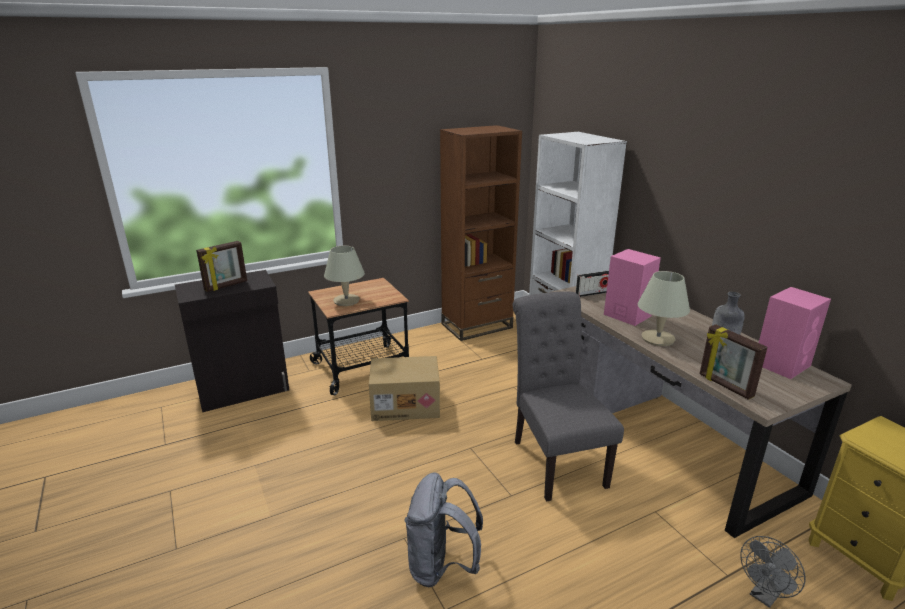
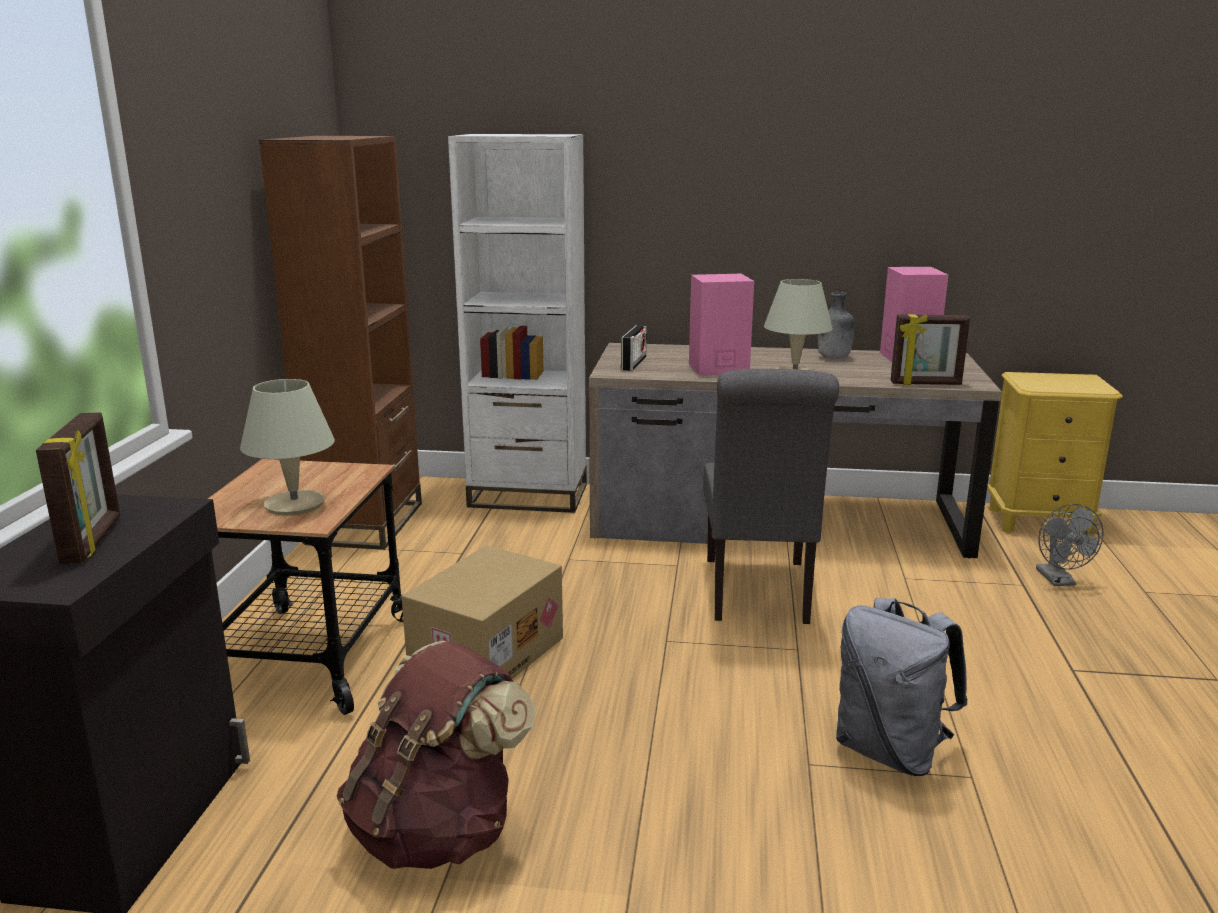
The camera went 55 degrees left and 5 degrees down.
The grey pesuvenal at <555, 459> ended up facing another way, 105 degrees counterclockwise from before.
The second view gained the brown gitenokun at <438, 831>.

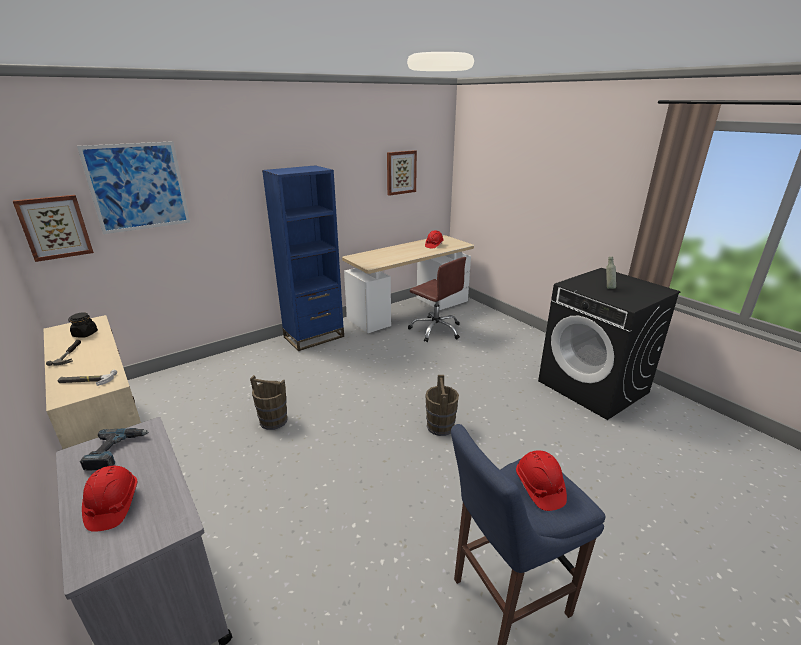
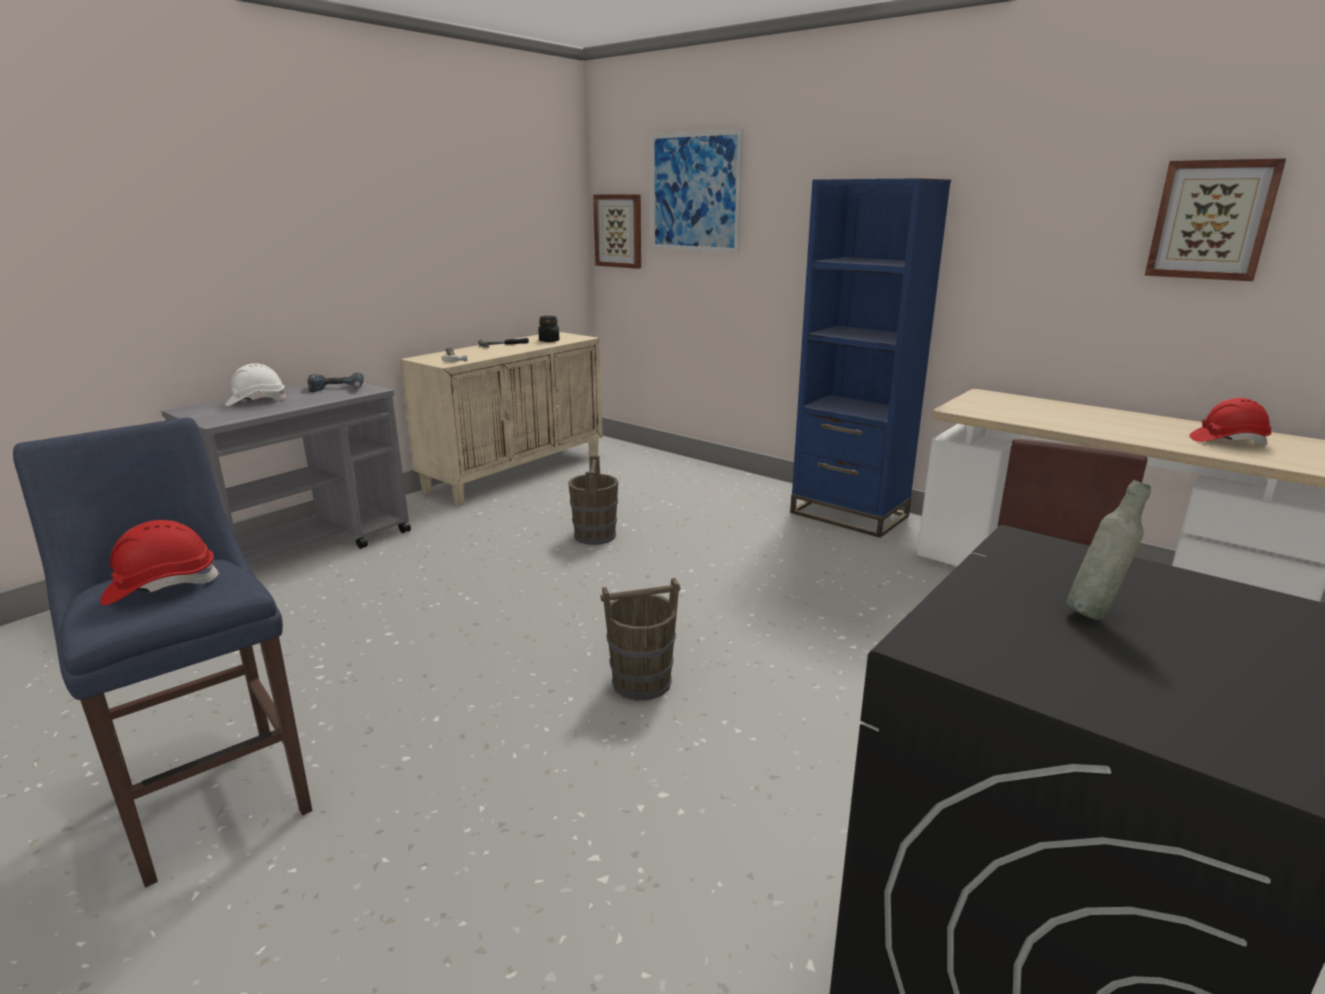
The camera went 75 degrees right and 5 degrees down.
What was the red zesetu at <113, 506> turned into the white zesetu at <256, 401>.

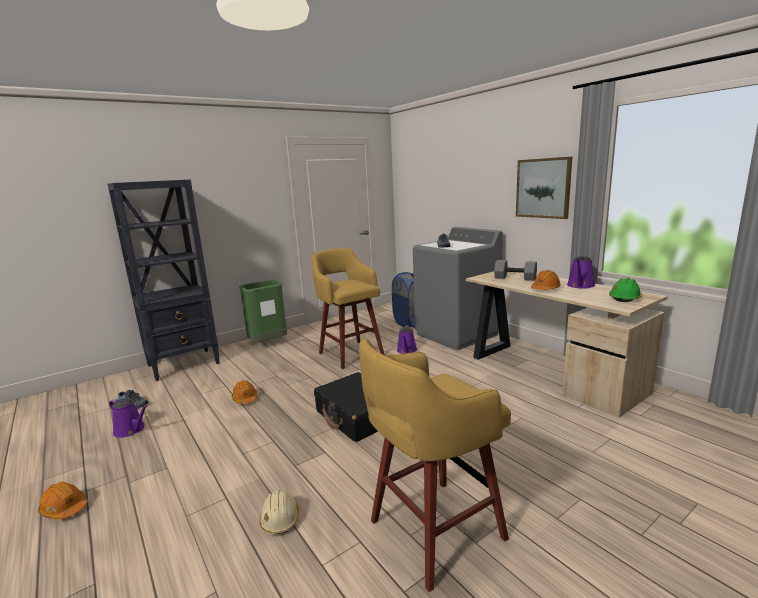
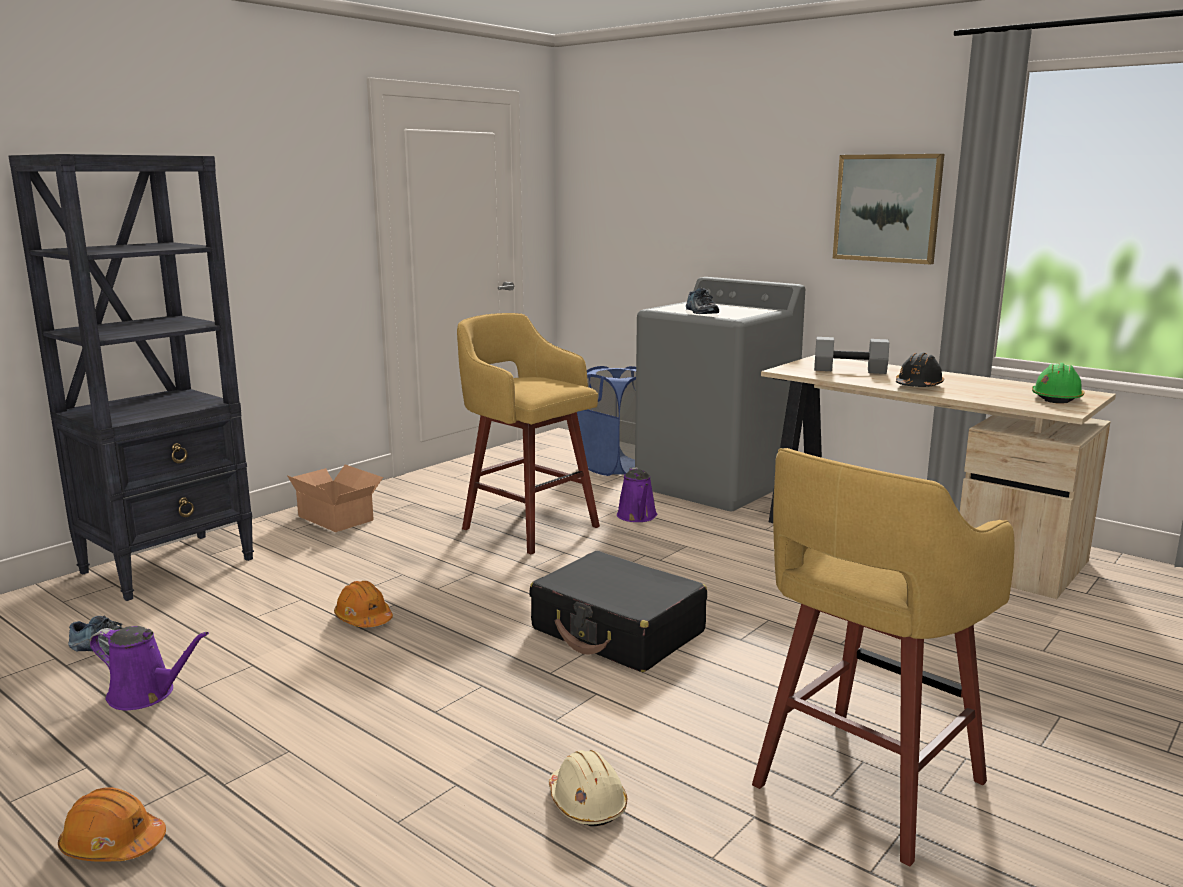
The camera went 15 degrees left and 0 degrees up.
Where the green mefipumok stood at <268, 344>, the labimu came to stand at <337, 517>.
What was the orange zesetu at <545, 289> turned into the black zesetu at <918, 386>.
The second view lost the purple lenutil at <580, 286>.

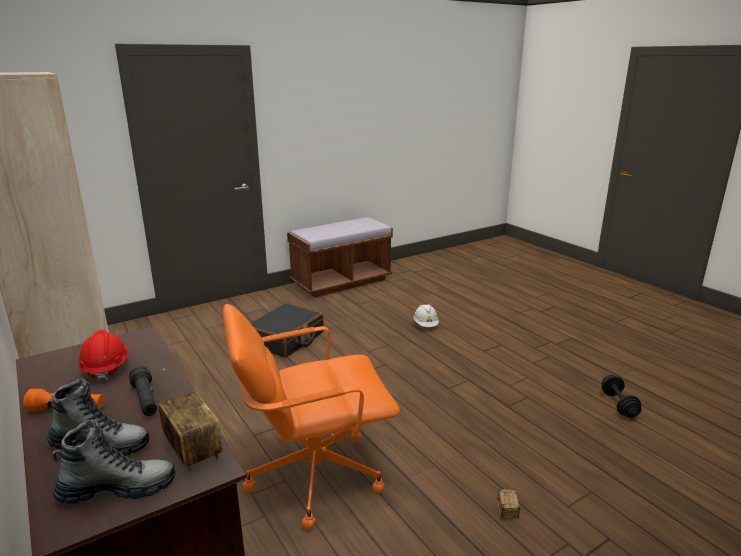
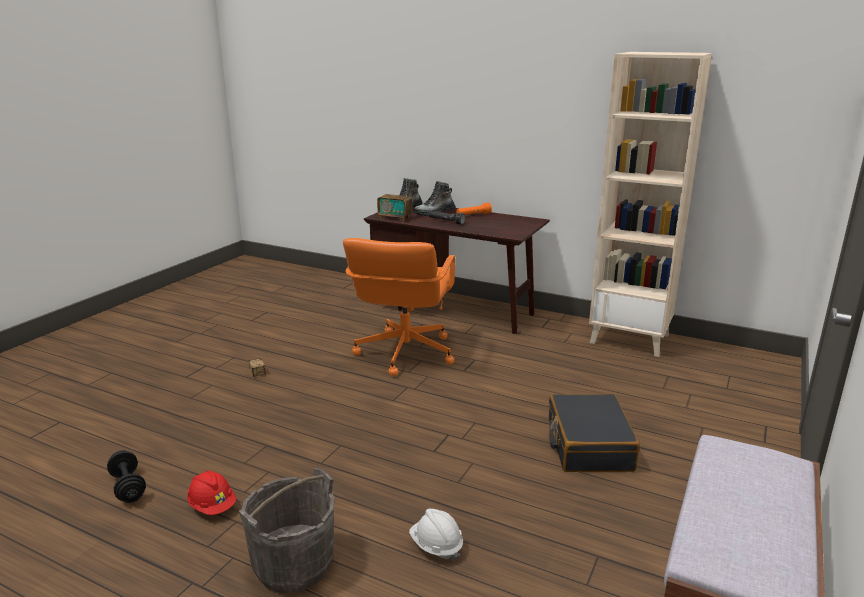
The camera went 150 degrees right and 0 degrees up.
The red zesetu ended up elsewhere, having gone from <106, 368> to <212, 506>.
The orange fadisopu at <313, 474> ended up facing another way, 150 degrees clockwise from before.
The second view gained the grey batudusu at <294, 564>.

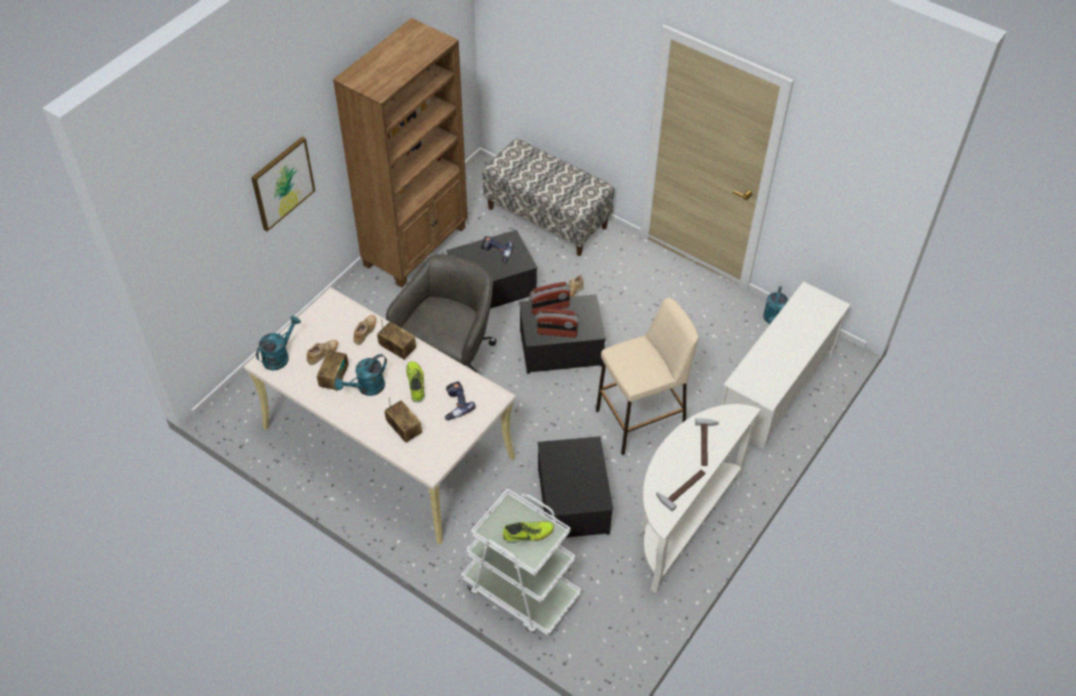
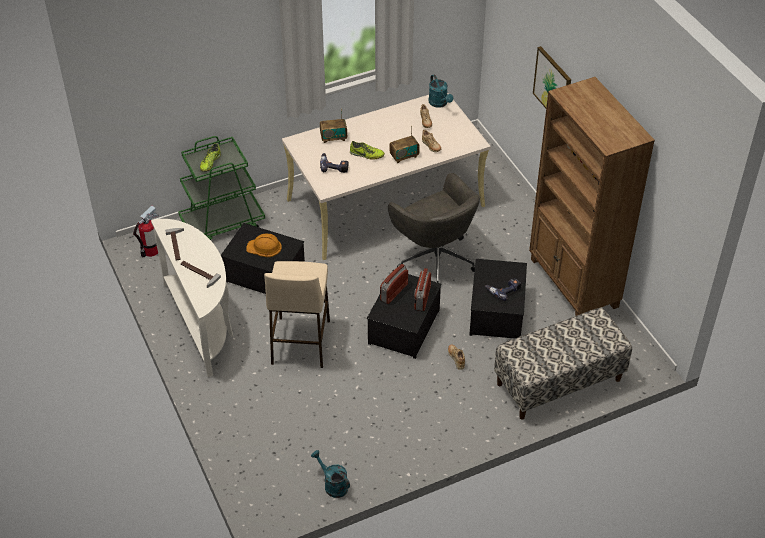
The camera went 120 degrees right and 5 degrees down.
The second view lost the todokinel at <334, 378>.
The second view lost the turquoise lenutil at <367, 388>.
What was the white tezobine at <520, 591> turned into the green tezobine at <223, 223>.
The second view lost the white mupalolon at <776, 387>.
The second view gained the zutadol at <151, 251>.
The second view gained the orange zesetu at <264, 247>.

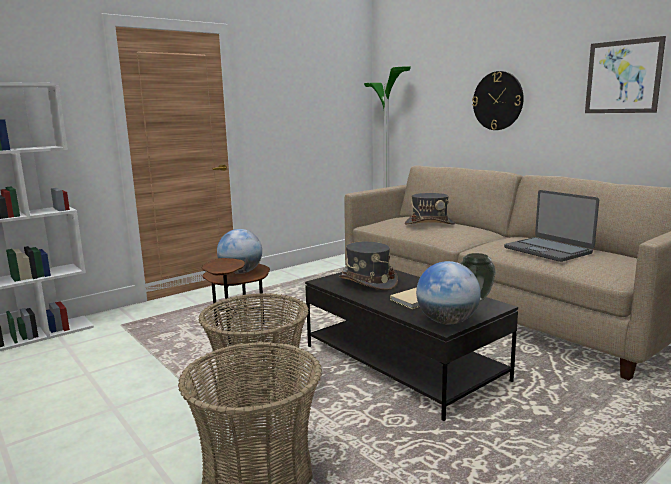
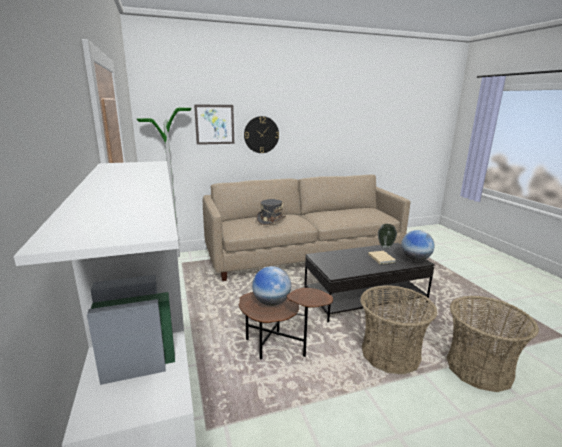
The camera went 70 degrees left and 5 degrees up.
The second view lost the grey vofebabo at <367, 282>.
The second view lost the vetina at <548, 250>.
The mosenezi ended up elsewhere, having gone from <623, 77> to <214, 124>.

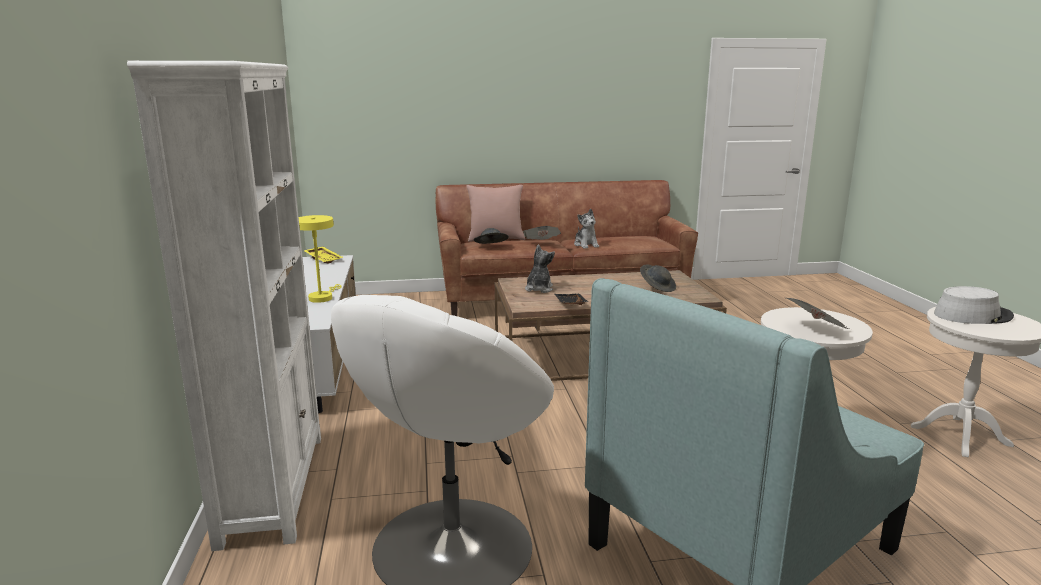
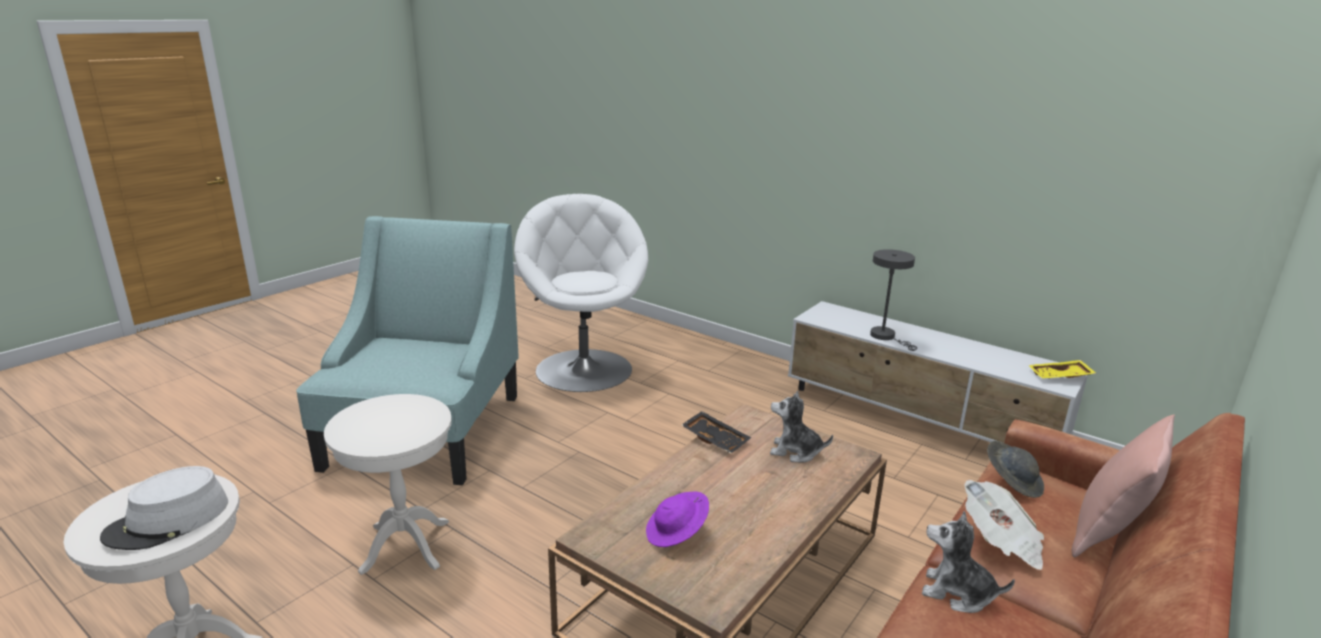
The camera went 135 degrees right and 5 degrees up.
The second view lost the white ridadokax at <273, 486>.
What was the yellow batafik at <322, 297> turned into the grey batafik at <886, 337>.
The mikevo at <538, 289> ended up facing another way, 135 degrees clockwise from before.
What was the grey vofebabo at <657, 287> turned into the purple vofebabo at <677, 533>.
The second view lost the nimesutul at <817, 330>.

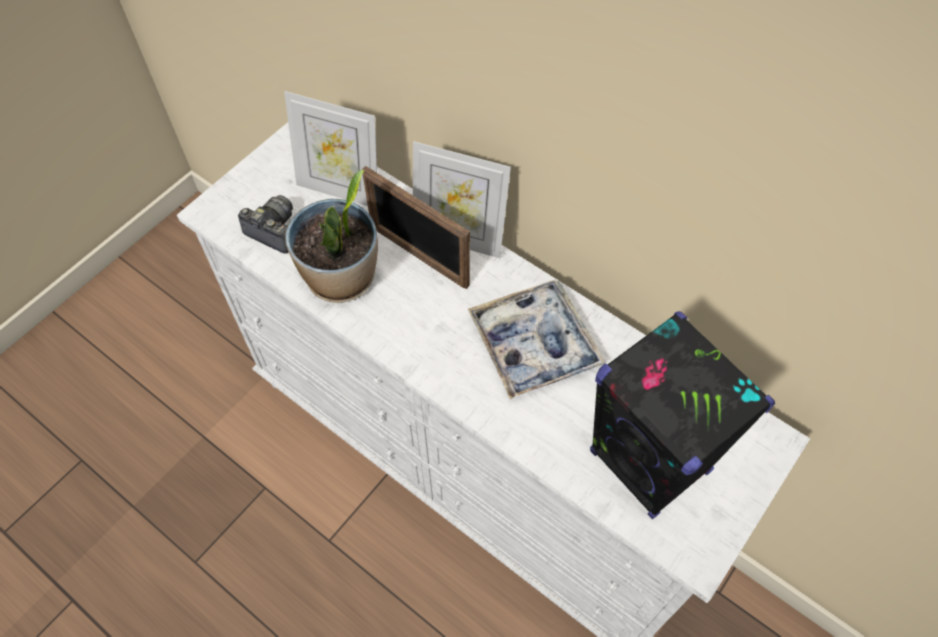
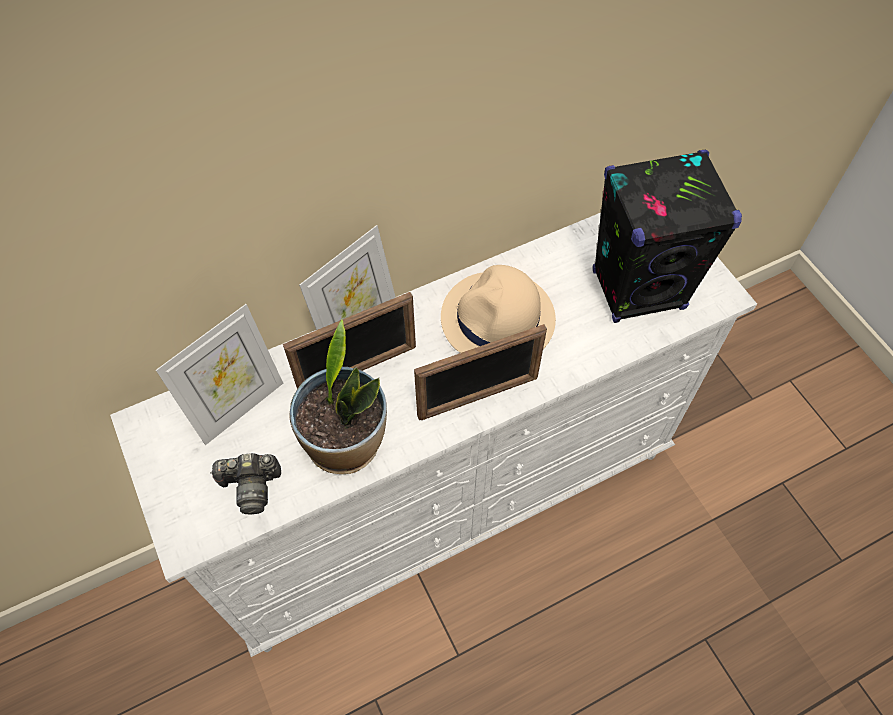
The camera went 65 degrees left and 0 degrees up.
The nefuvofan at <273, 231> ended up facing another way, 150 degrees counterclockwise from before.
Where the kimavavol stood at <534, 344>, the beige vofebabo came to stand at <498, 319>.
The second view gained the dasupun at <478, 397>.

